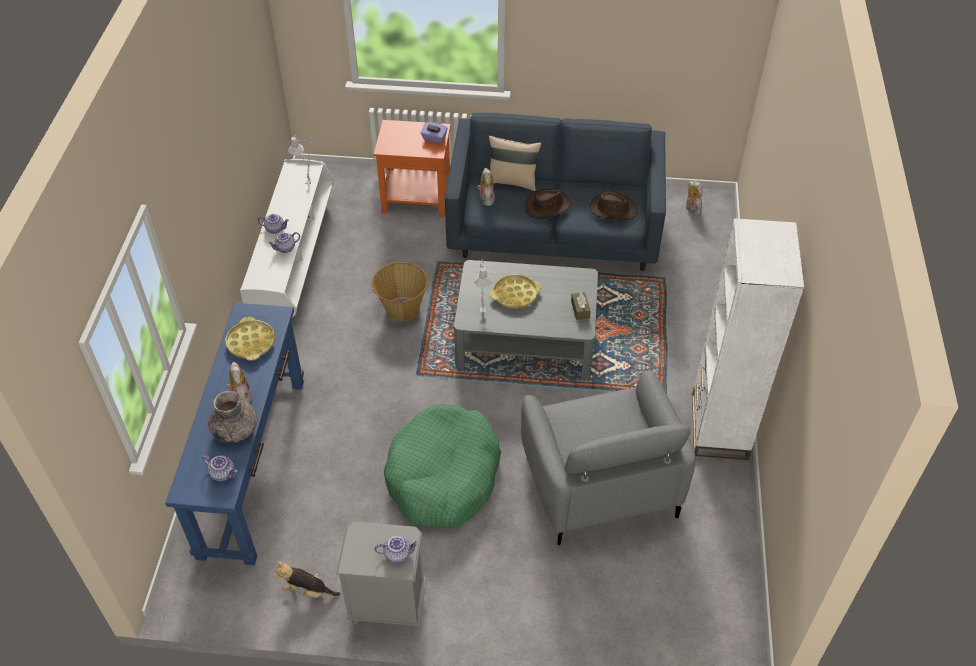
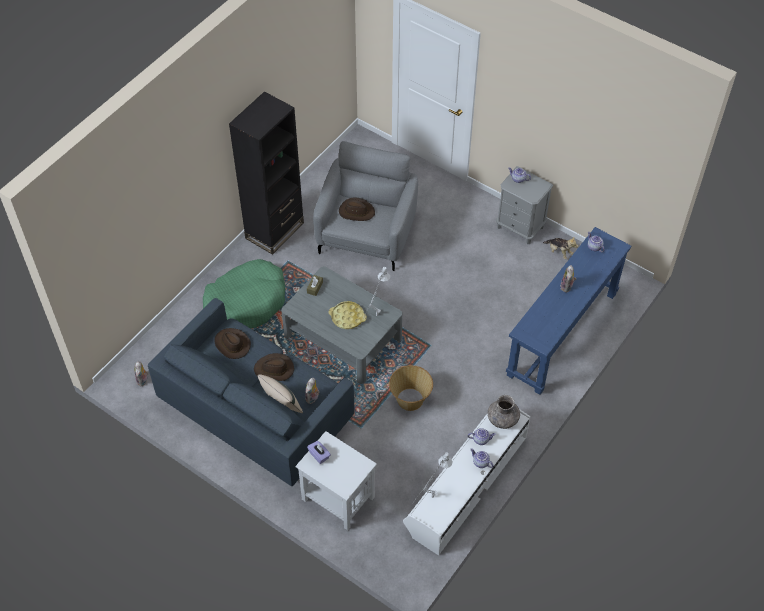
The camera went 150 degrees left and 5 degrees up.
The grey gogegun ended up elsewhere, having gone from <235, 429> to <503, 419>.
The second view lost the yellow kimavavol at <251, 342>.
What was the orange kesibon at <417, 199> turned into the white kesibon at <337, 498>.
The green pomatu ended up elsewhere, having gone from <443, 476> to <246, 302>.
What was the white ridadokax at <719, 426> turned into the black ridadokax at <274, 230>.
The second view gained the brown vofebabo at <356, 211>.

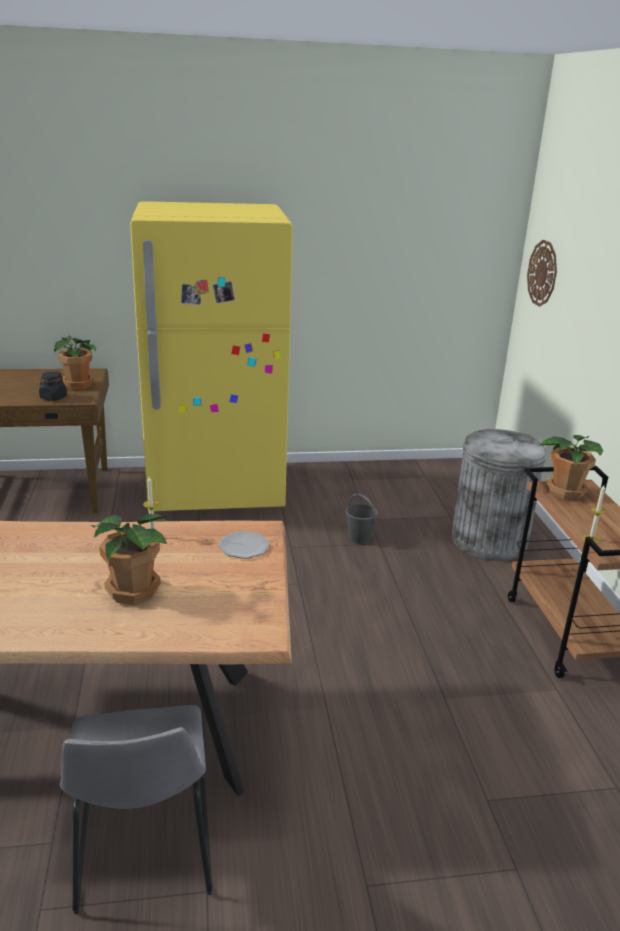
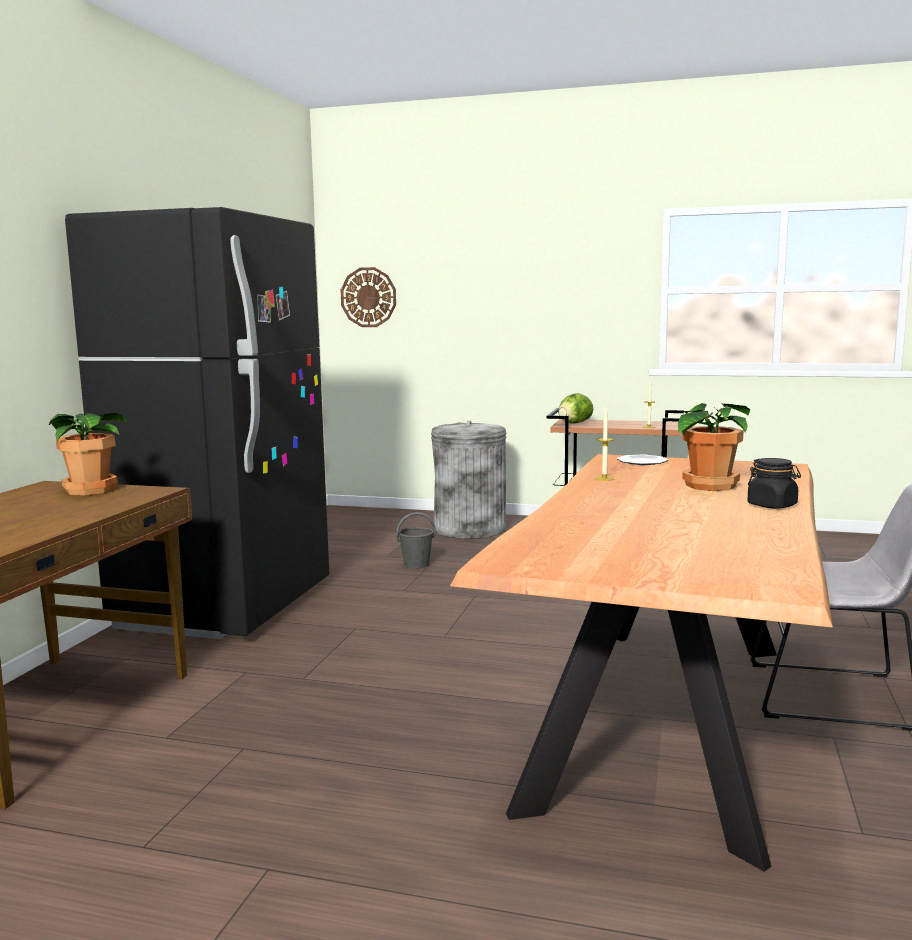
The camera went 65 degrees left and 15 degrees down.
The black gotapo ended up elsewhere, having gone from <53, 398> to <772, 505>.
What was the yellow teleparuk at <216, 489> turned into the black teleparuk at <226, 606>.
Where the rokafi stood at <564, 491>, the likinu came to stand at <574, 423>.

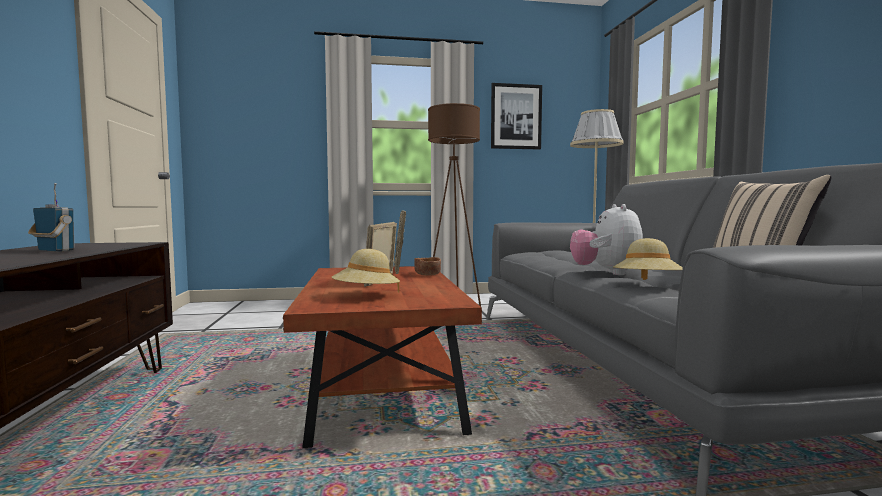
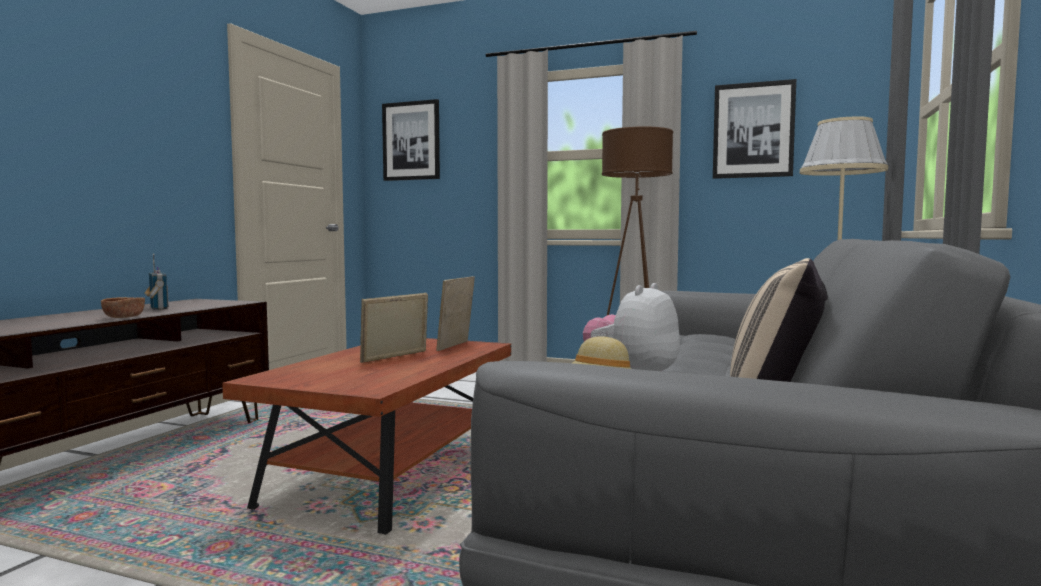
The camera went 30 degrees right and 0 degrees up.
The second view lost the beige vofebabo at <366, 296>.
The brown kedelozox ended up elsewhere, having gone from <427, 274> to <124, 317>.
The second view gained the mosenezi at <411, 141>.

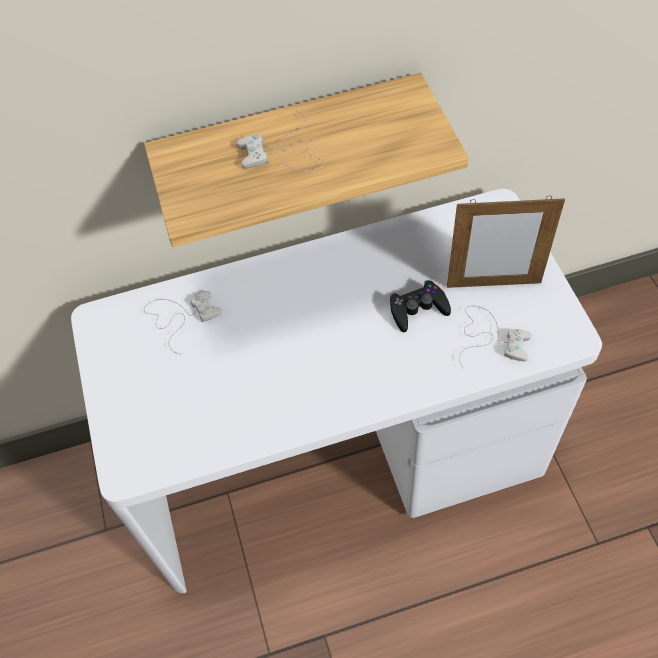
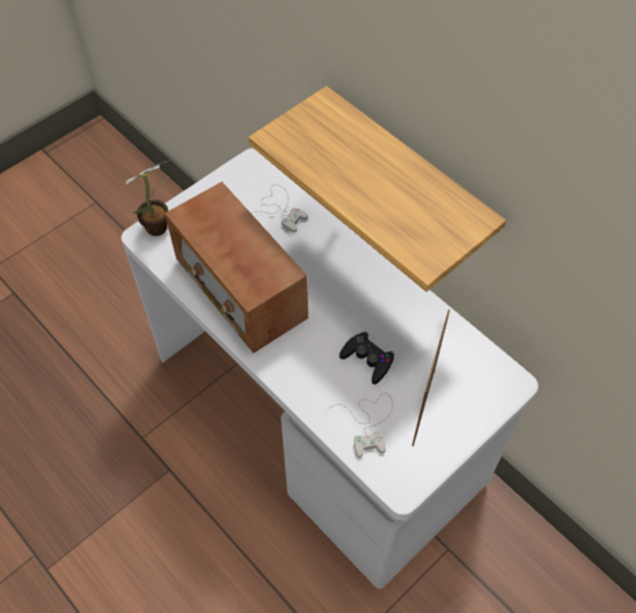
The camera went 60 degrees right and 0 degrees up.
The second view lost the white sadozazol at <284, 153>.
The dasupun at <493, 284> ended up facing another way, 45 degrees clockwise from before.
The second view gained the rokafi at <160, 226>.
The second view gained the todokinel at <240, 290>.

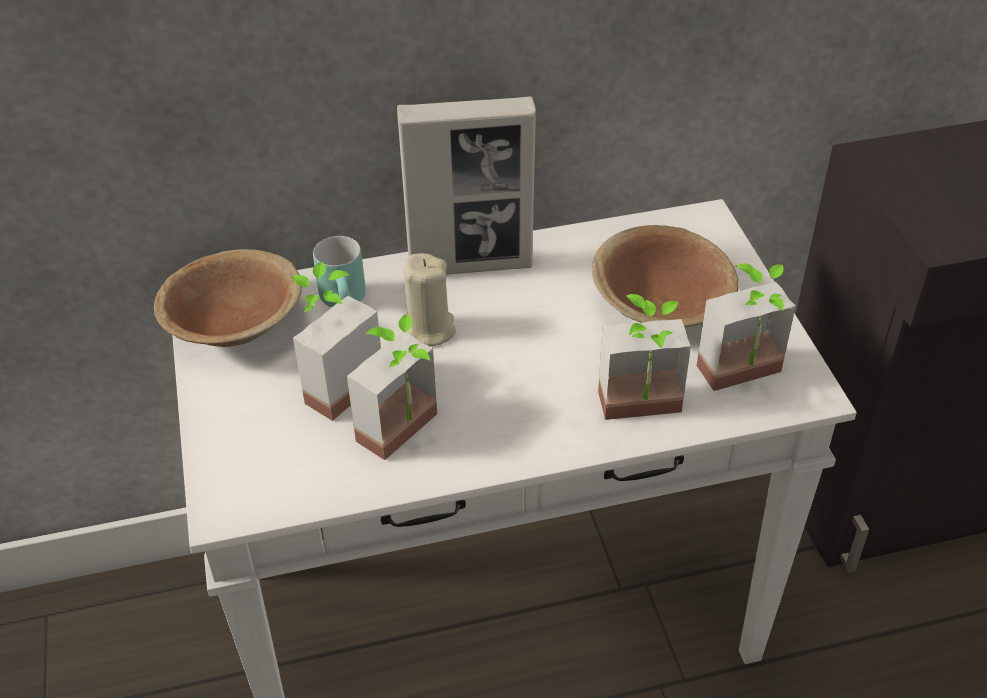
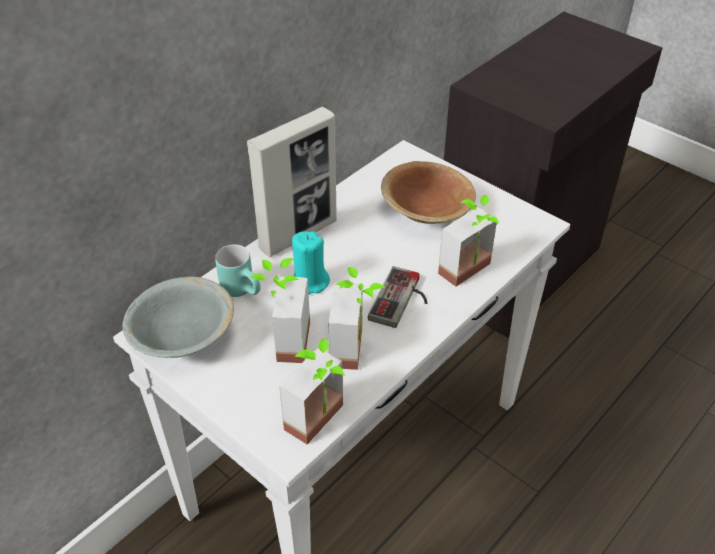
The camera went 35 degrees left and 0 degrees up.
What was the brown kedelozox at <235, 325> turned into the grey kedelozox at <183, 337>.
What was the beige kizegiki at <428, 329> turned into the turquoise kizegiki at <309, 283>.
The rokafi ended up elsewhere, having gone from <746, 379> to <324, 423>.
The second view gained the sadozazol at <402, 301>.

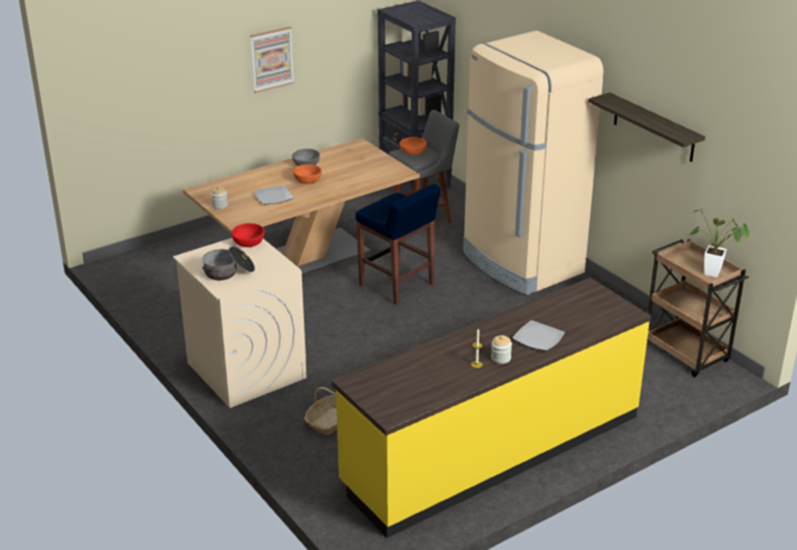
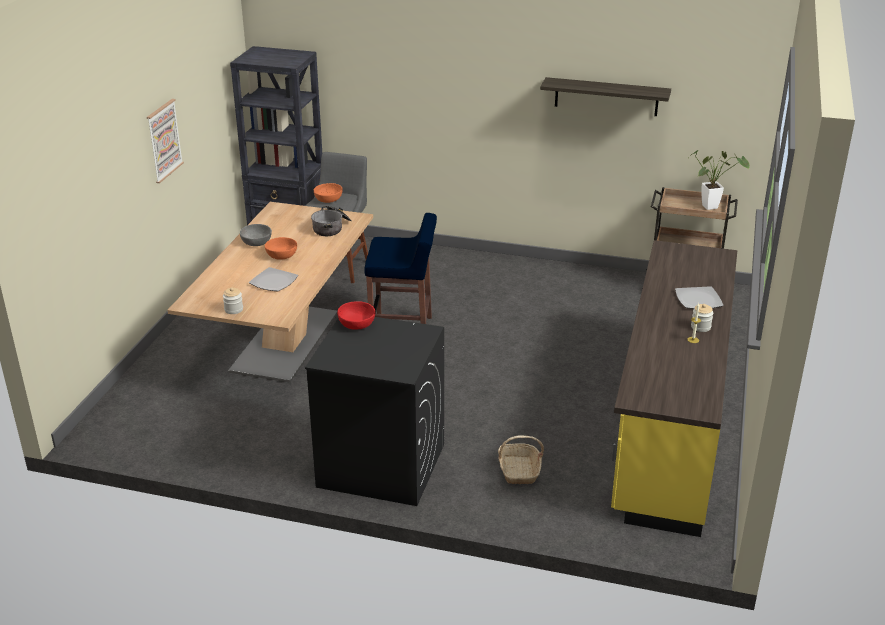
The camera went 40 degrees left and 0 degrees up.
What was the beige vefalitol at <245, 370> turned into the black vefalitol at <380, 465>.
The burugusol ended up elsewhere, having gone from <228, 272> to <331, 228>.
The second view lost the beige teleparuk at <521, 263>.

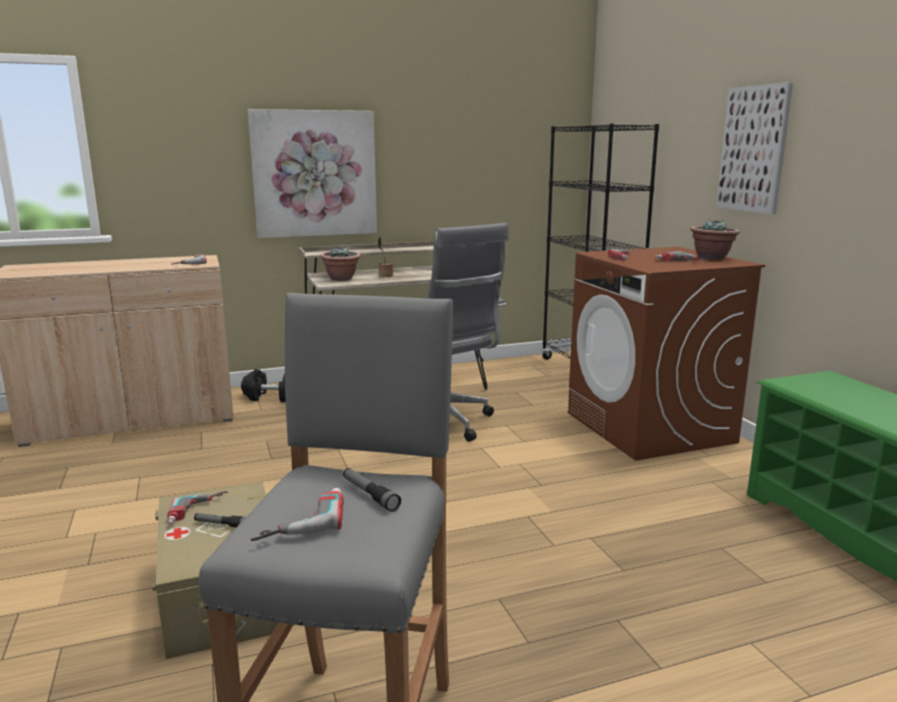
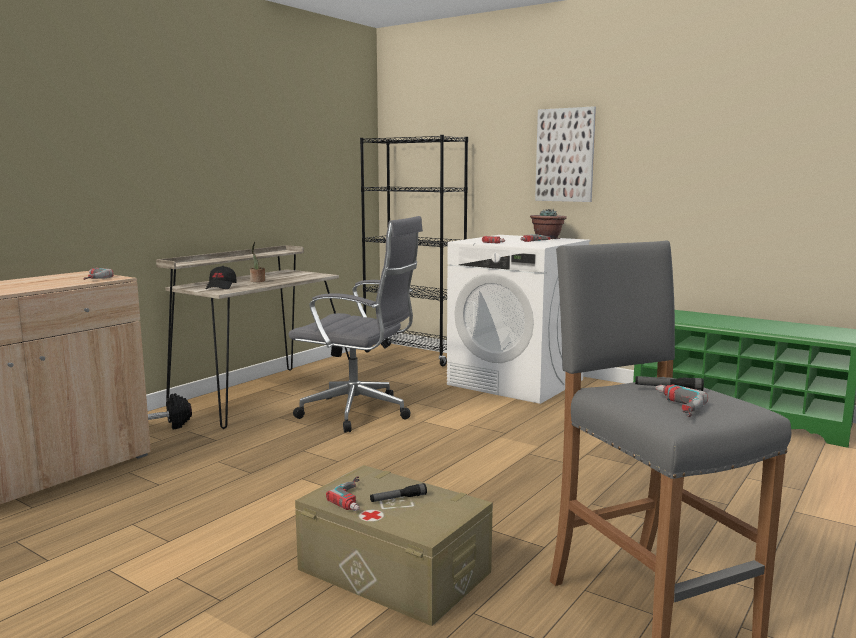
The camera went 35 degrees left and 5 degrees down.
The second view lost the mosenezi at <314, 174>.
Where the rokafi stood at <341, 278>, the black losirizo came to stand at <221, 287>.
What was the brown vefalitol at <649, 427> turned into the white vefalitol at <516, 382>.

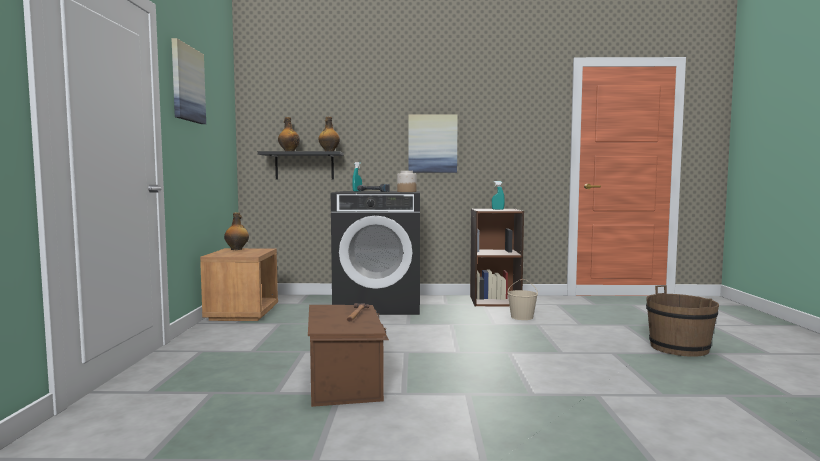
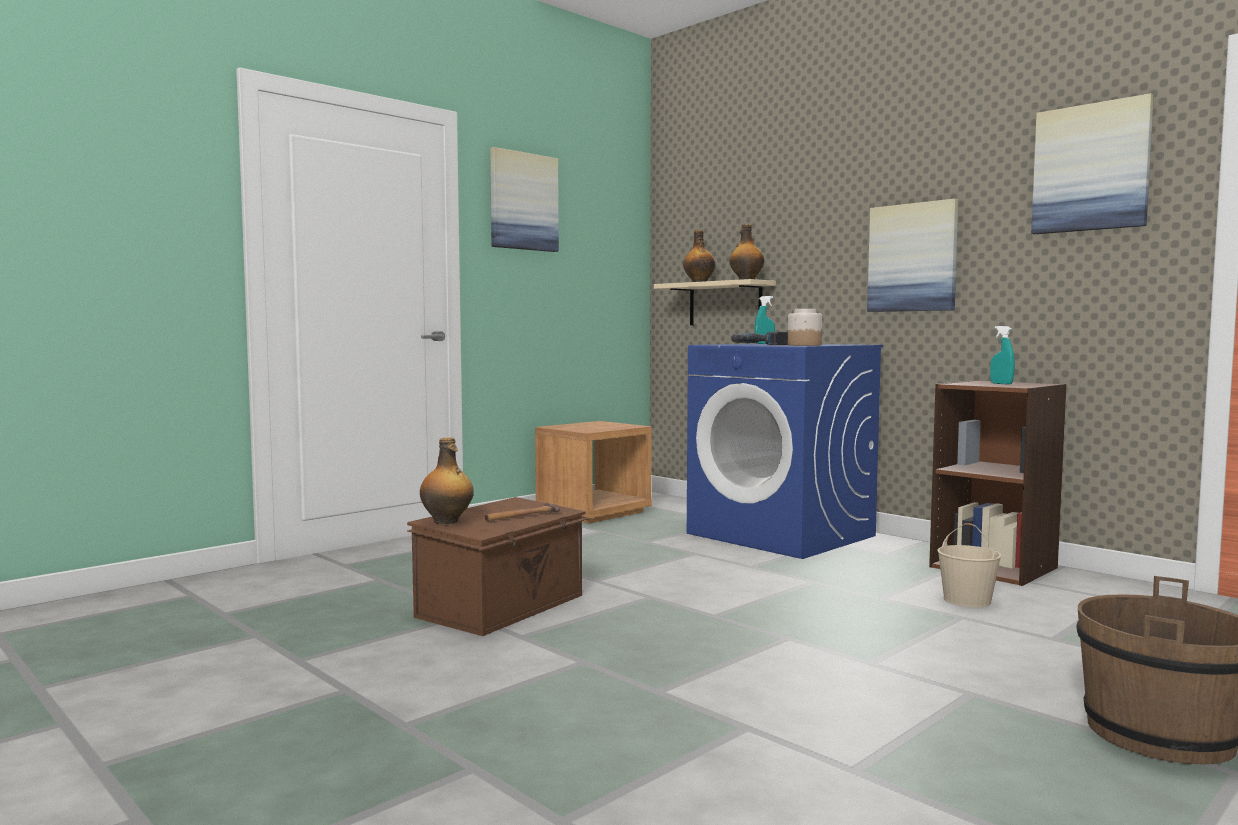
The camera went 45 degrees right and 0 degrees up.
The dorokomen ended up elsewhere, having gone from <237, 249> to <447, 521>.
What was the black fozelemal at <304, 166> turned into the beige fozelemal at <725, 304>.
What was the black vefalitol at <379, 305> turned into the blue vefalitol at <782, 535>.
The second view gained the mosenezi at <1091, 168>.

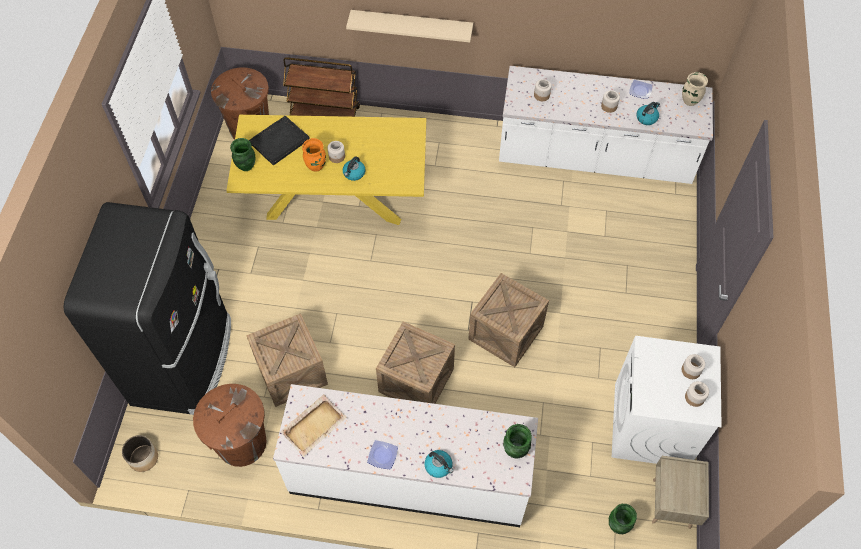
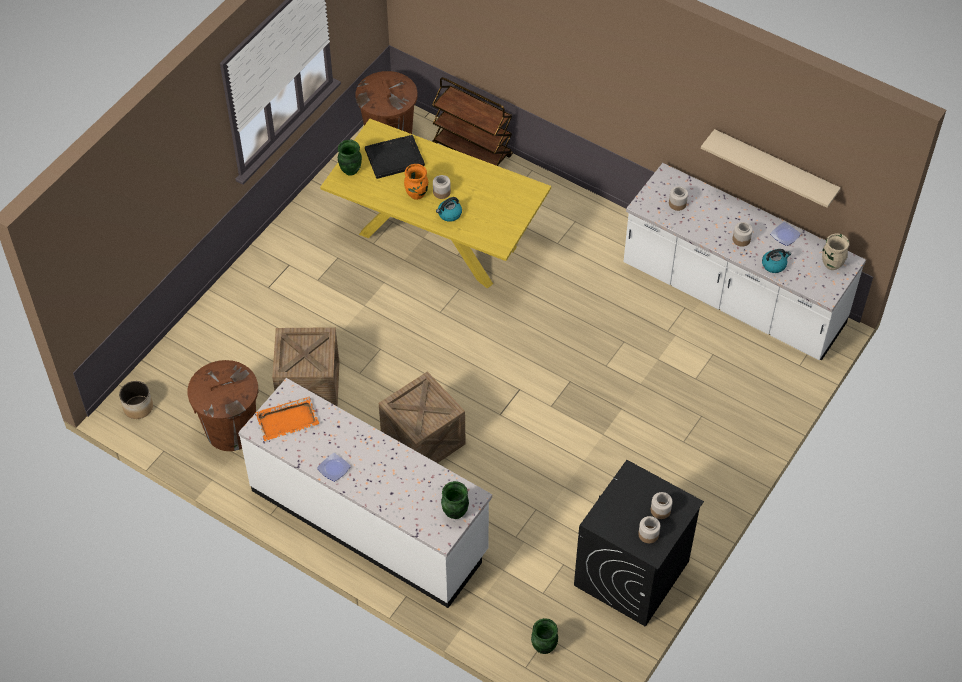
The camera went 25 degrees right and 5 degrees down.
The second view lost the black teleparuk at <184, 360>.
What was the beige kimavavol at <314, 425> turned into the orange kimavavol at <288, 420>.
The beige fozelemal ended up elsewhere, having gone from <411, 25> to <774, 167>.
The second view lost the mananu at <439, 466>.
The second view lost the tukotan at <505, 333>.
What was the white vefalitol at <651, 425> turned into the black vefalitol at <631, 574>.
The second view lost the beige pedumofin at <672, 504>.

